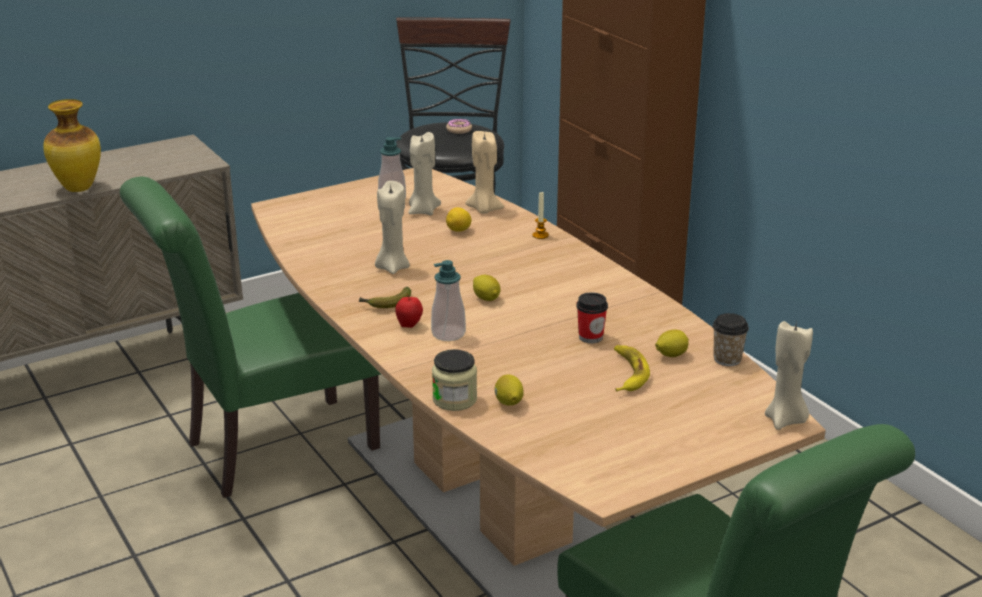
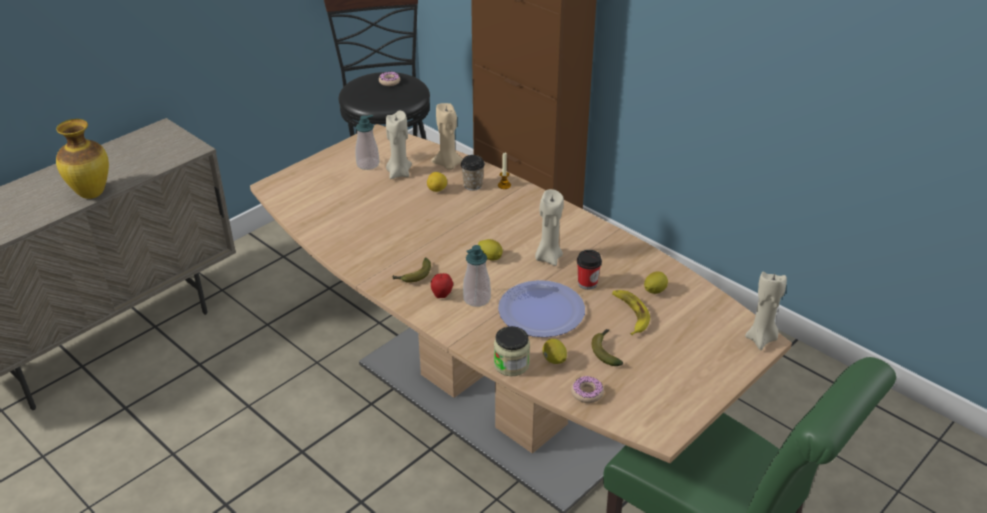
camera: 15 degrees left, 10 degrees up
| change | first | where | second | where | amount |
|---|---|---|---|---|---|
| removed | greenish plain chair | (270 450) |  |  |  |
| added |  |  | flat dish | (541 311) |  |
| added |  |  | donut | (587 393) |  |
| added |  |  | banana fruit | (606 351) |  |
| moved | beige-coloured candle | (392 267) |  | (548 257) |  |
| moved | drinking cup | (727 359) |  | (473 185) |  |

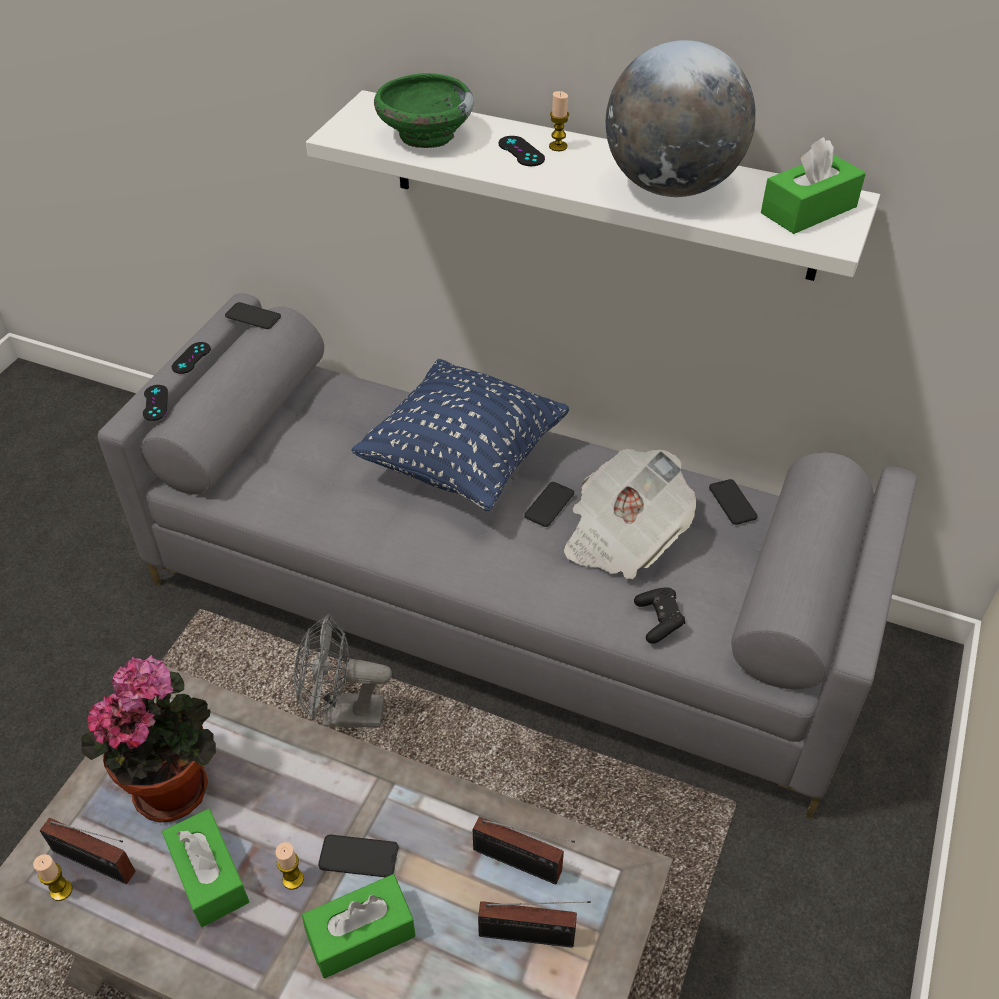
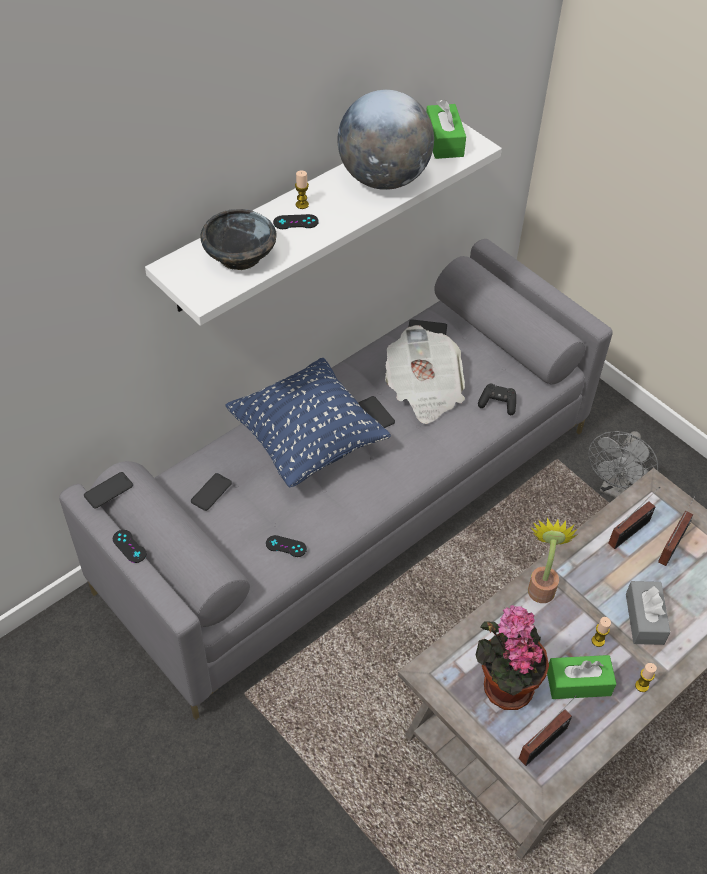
camera: 65 degrees left, 5 degrees up
| change | first | where | second | where | amount |
|---|---|---|---|---|---|
| added |  |  | houseplant | (541 586) |  |
| moved | candle | (61 890) |  | (641 686) |  |
| moved | black-coloured game controller | (155 403) |  | (286 546) |  |
| moved | grey fan | (342 714) |  | (615 488) |  |
| moved | telephone | (358 856) |  | (211 492) |  |
| recoloured | greenish tissue holder | (361 934) | grey tissue holder | (644 619) |  |
| recoloured | greenish deep dish | (425 135) | black-coloured deep dish | (239 256) |  |

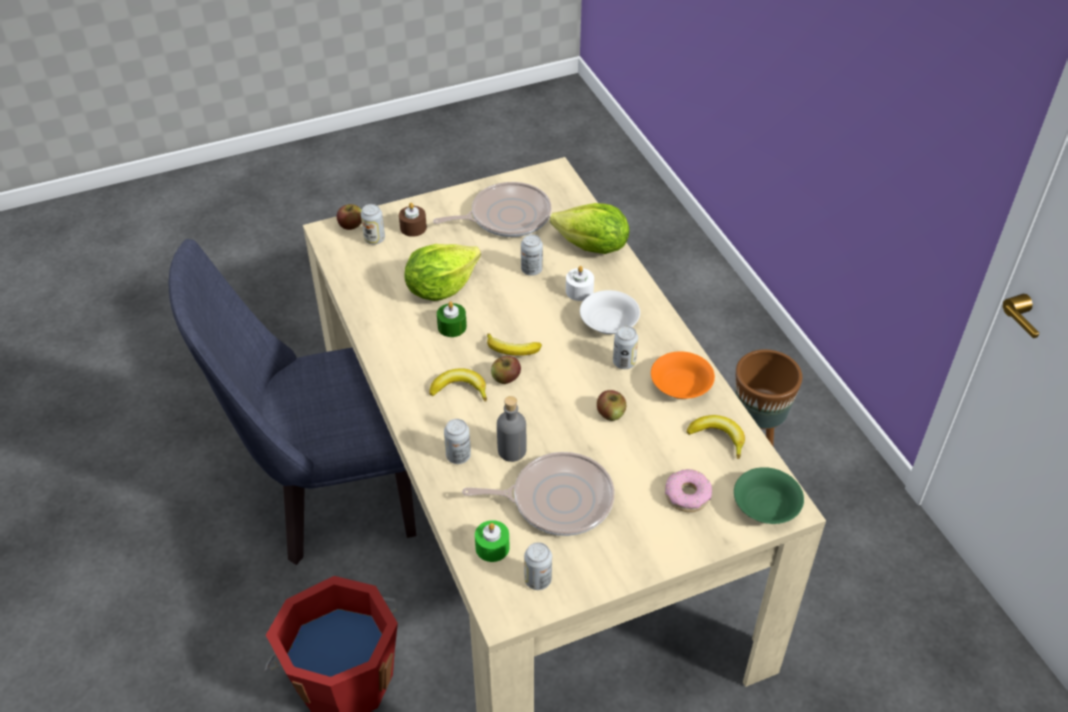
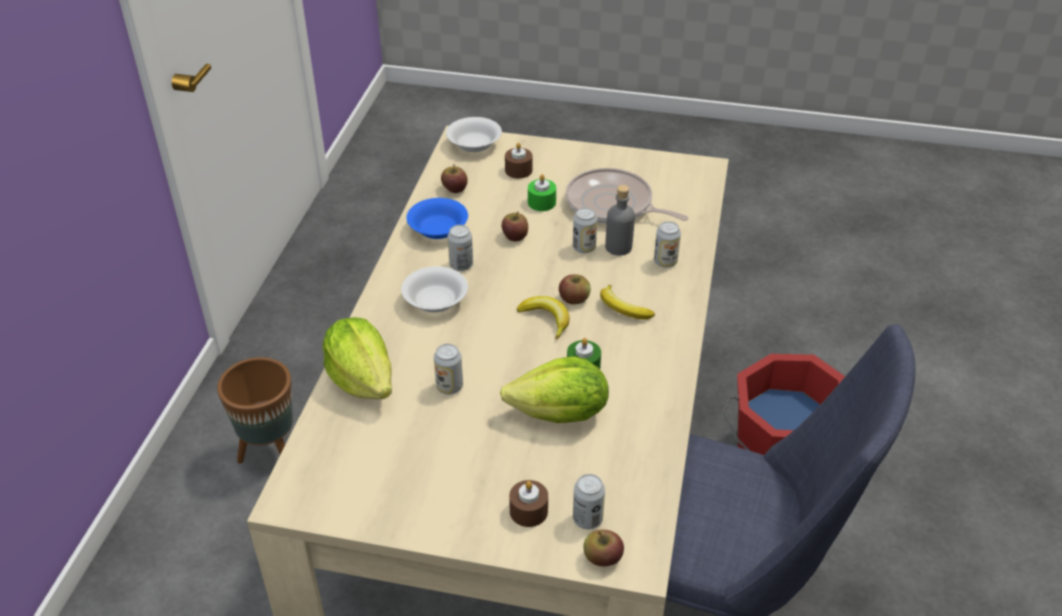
camera: 145 degrees left, 5 degrees down
| change | first | where | second | where | amount |
|---|---|---|---|---|---|
| removed | frying pan | (506 216) |  |  |  |
| removed | white candle | (579 291) |  |  |  |
| moved | greenish candle | (492 547) |  | (541 202) |  |
| moved | metal can | (538 580) |  | (584 248) |  |
| replaced | donut | (687 495) | brown-coloured candle | (518 170) |  |
| replaced | banana fruit | (718 437) | apple fruit | (454 189) |  |
| recoloured | orange deep dish | (681 387) | blue deep dish | (438 229) |  |
| recoloured | greenish deep dish | (765 506) | white deep dish | (474 145) |  |

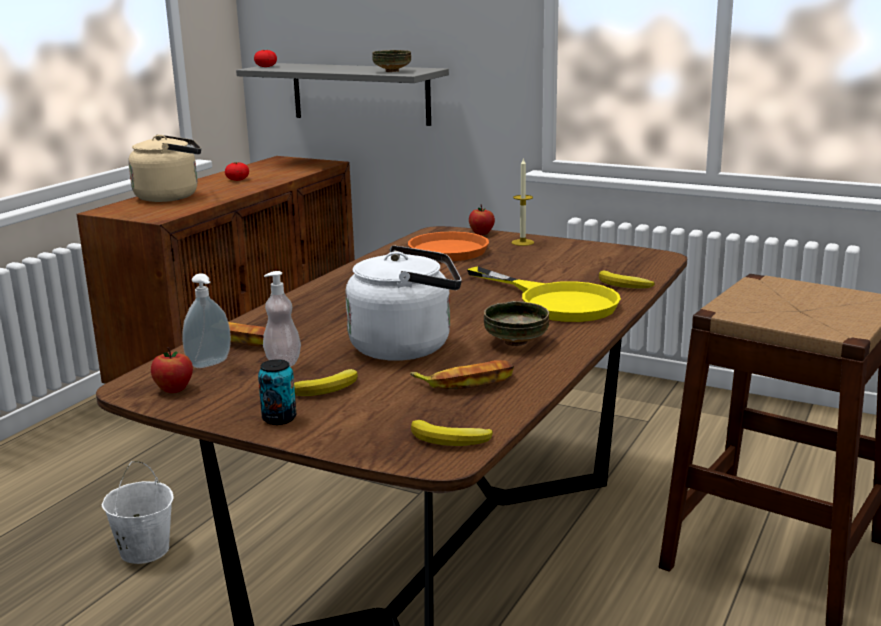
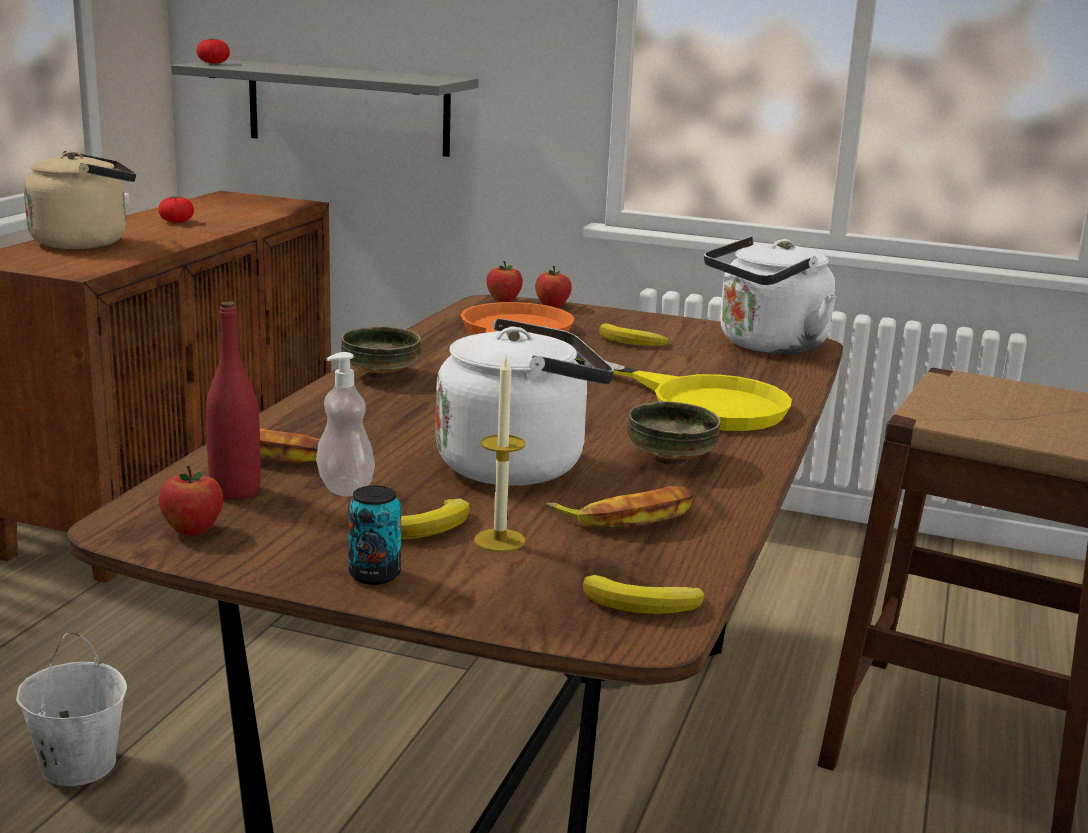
camera: 10 degrees left, 0 degrees up
| change | first | where | second | where | amount |
|---|---|---|---|---|---|
| added |  |  | apple fruit | (503 300) |  |
| added |  |  | white water kettle | (766 346) |  |
| moved | deep dish | (392 71) |  | (380 374) |  |
| moved | candle | (522 242) |  | (499 540) |  |
| moved | banana fruit | (624 285) |  | (632 342) |  |
| replaced | soap dispenser | (210 364) | reddish bottle | (235 491) |  |

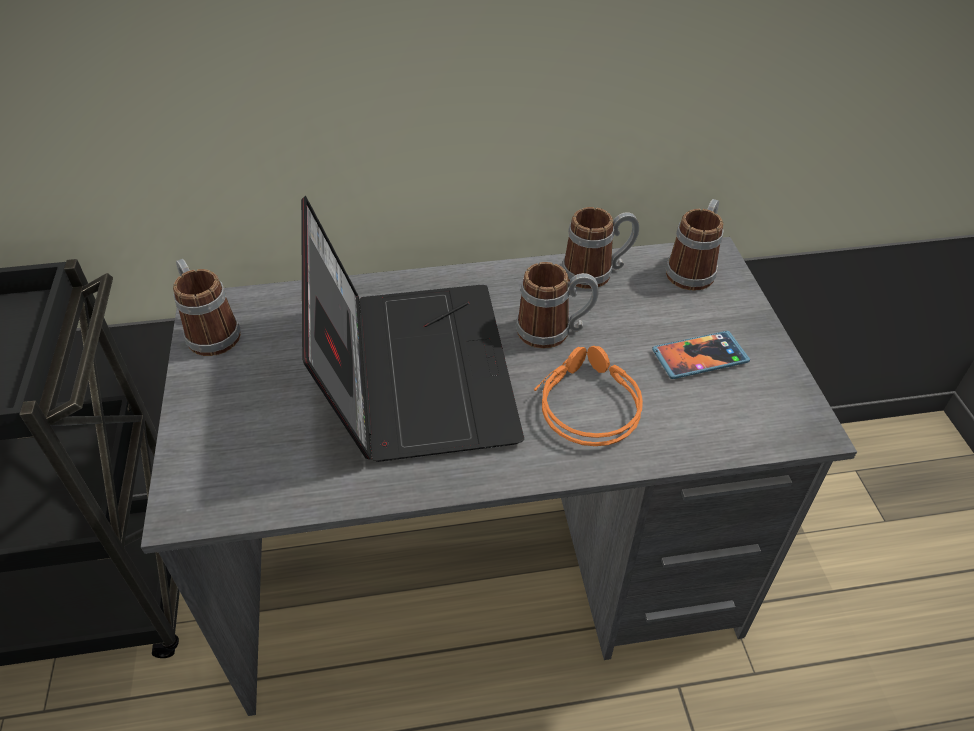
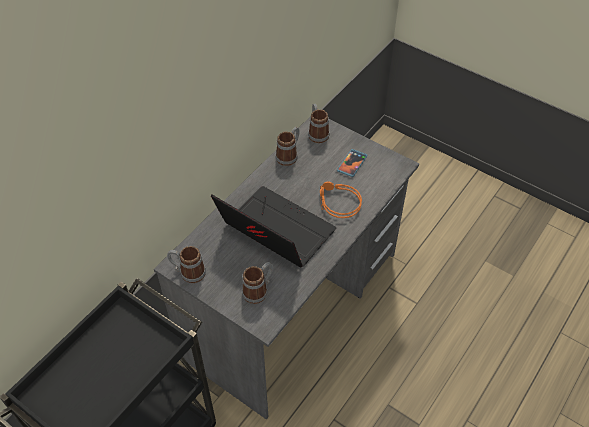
camera: 45 degrees left, 5 degrees up
| change | first | where | second | where | amount |
|---|---|---|---|---|---|
| moved | mug | (554 331) |  | (259 290) |  |

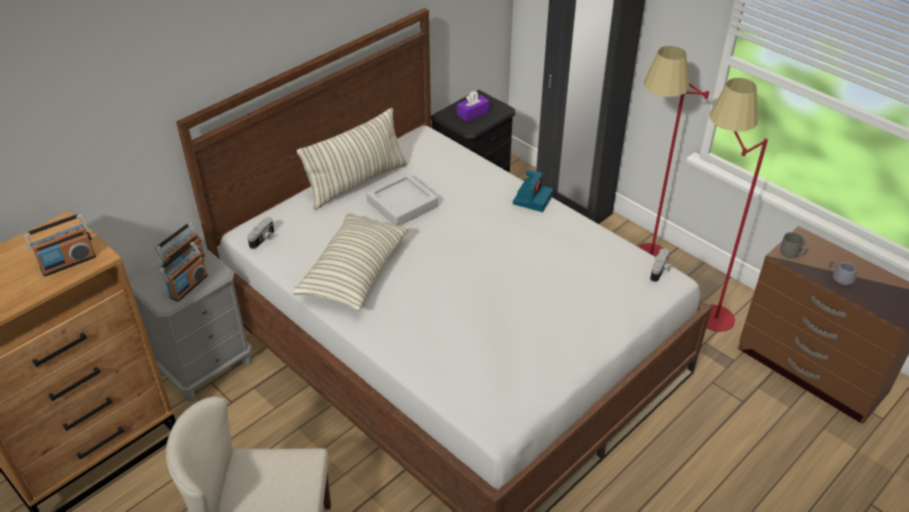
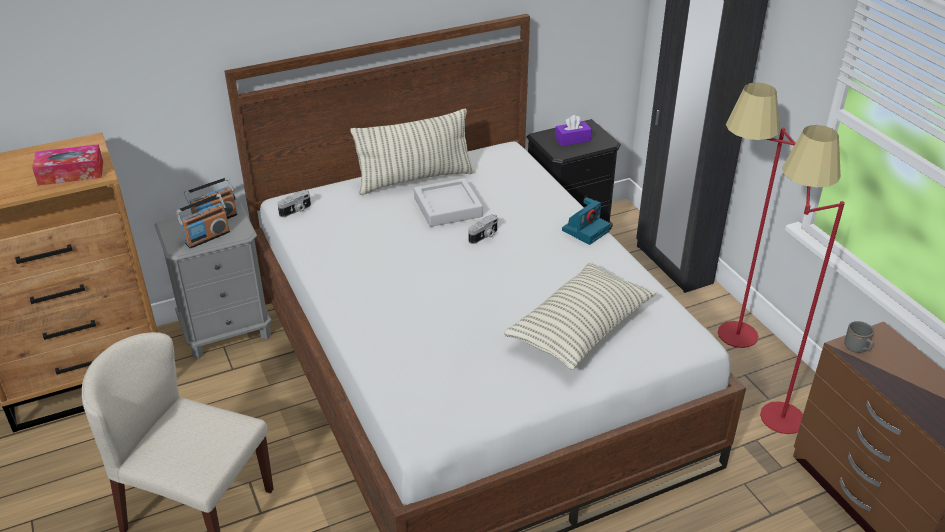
camera: 20 degrees right, 5 degrees down
| change | first | where | second | where | amount |
|---|---|---|---|---|---|
| removed | grey mug | (841 275) |  |  |  |
| moved | pillow | (354 273) |  | (580 329) |  |
| moved | still camera | (660 271) |  | (484 236) |  |
| replaced | radio receiver | (68 262) | tissue holder | (71 173) |  |

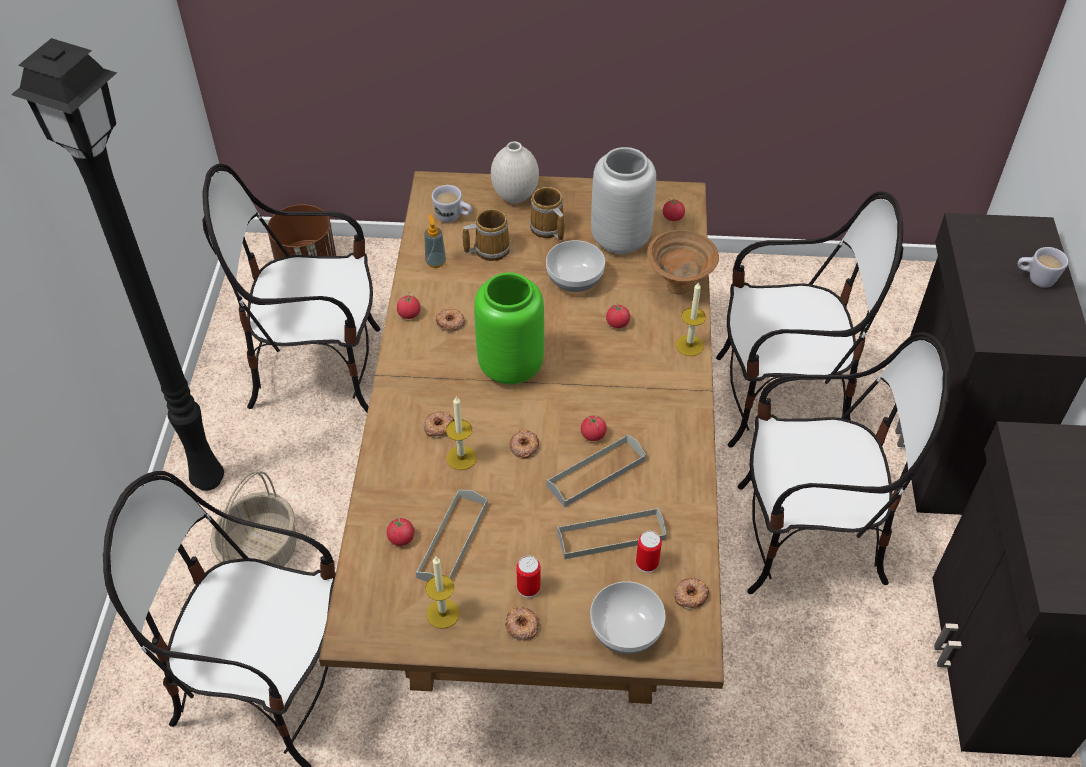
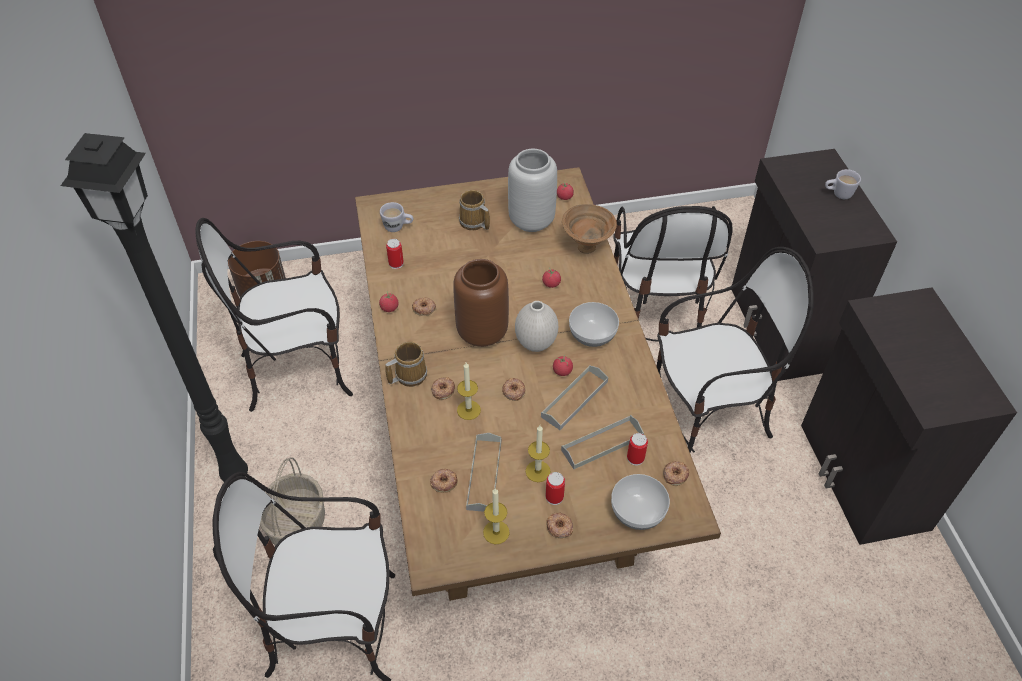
camera: 15 degrees left, 0 degrees up
| change | first | where | second | where | amount |
|---|---|---|---|---|---|
| moved | mug | (489 249) |  | (408 375) |  |
| moved | white vase | (515 196) |  | (535 344) |  |
| moved | deep dish | (574 280) |  | (591 335) |  |
| moved | candle | (689 345) |  | (538 471) |  |
| replaced | tomato | (401 538) | donut | (443 482) |  |
| replaced | soap dispenser | (435 262) | metal can | (396 264) |  |
| recoloured | greenish vase | (511 365) | brown-coloured vase | (482 332) |  |
| turned | plain chair | (781 401) |  | (656 320) | 105 degrees clockwise |

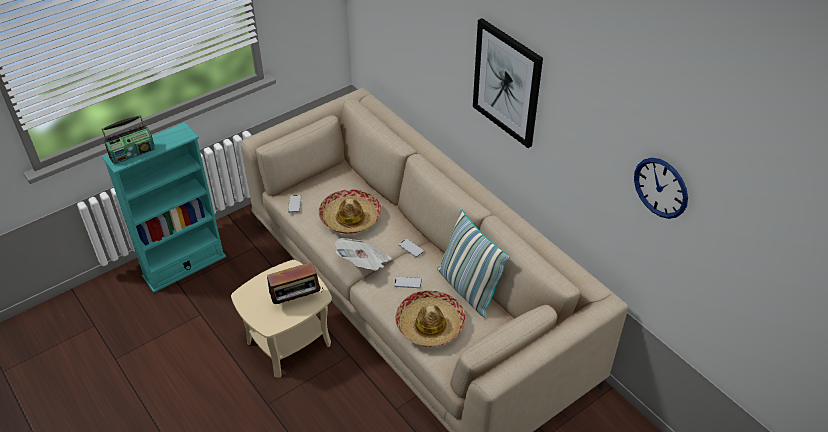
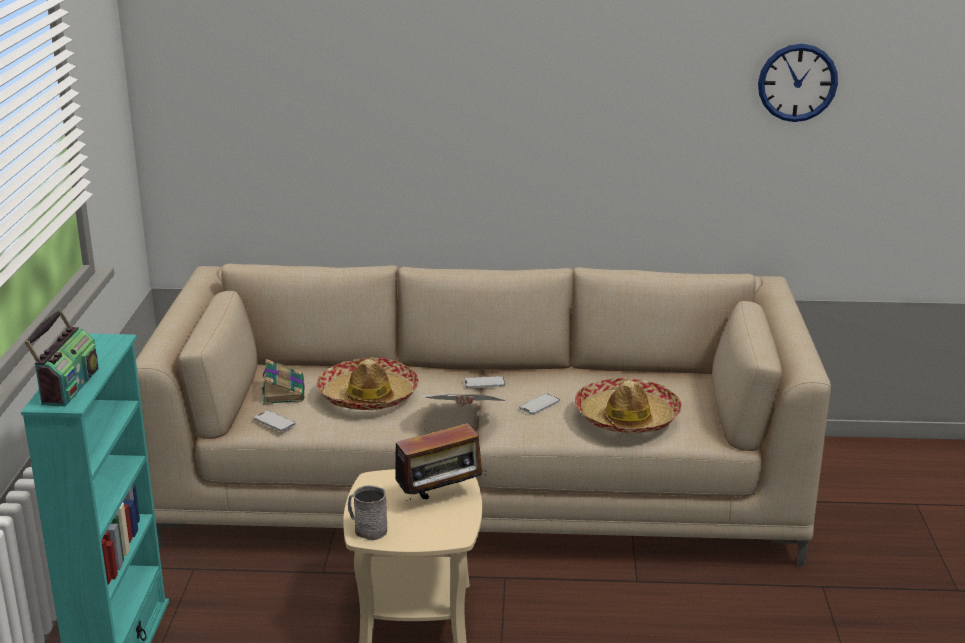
camera: 50 degrees left, 20 degrees down
| change | first | where | second | where | amount |
|---|---|---|---|---|---|
| removed | pillow | (467 289) |  |  |  |
| removed | wall picture | (507 83) |  |  |  |
| added |  |  | bound book | (283 391) |  |
| added |  |  | grey mug | (367 529) |  |
| turned | radio receiver | (297 301) |  | (440 499) | 45 degrees clockwise |

